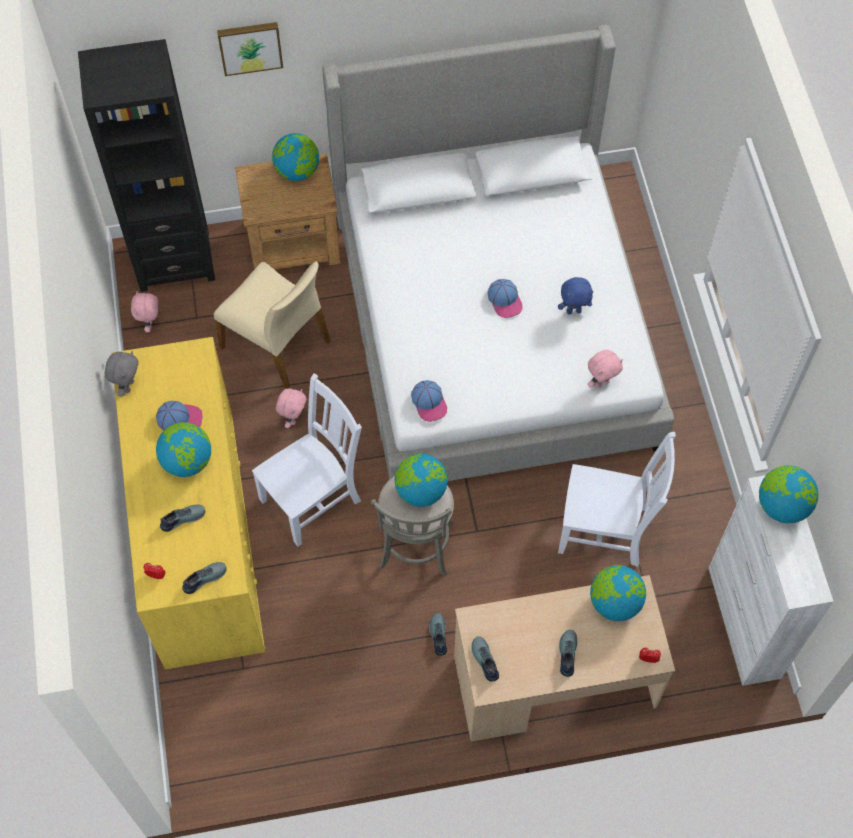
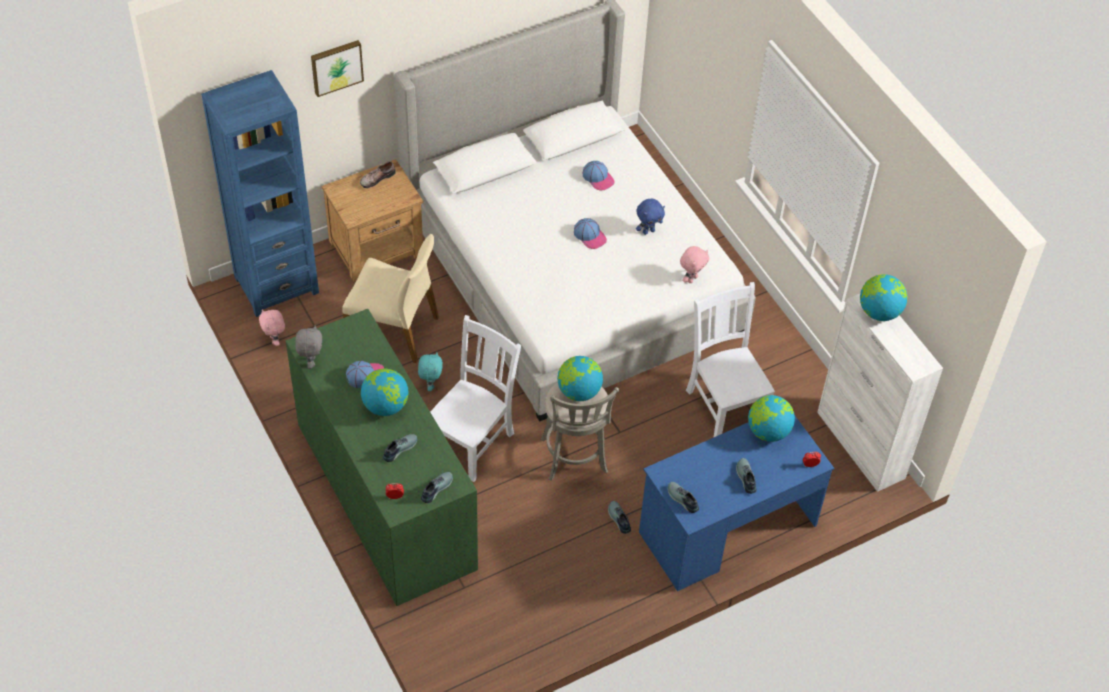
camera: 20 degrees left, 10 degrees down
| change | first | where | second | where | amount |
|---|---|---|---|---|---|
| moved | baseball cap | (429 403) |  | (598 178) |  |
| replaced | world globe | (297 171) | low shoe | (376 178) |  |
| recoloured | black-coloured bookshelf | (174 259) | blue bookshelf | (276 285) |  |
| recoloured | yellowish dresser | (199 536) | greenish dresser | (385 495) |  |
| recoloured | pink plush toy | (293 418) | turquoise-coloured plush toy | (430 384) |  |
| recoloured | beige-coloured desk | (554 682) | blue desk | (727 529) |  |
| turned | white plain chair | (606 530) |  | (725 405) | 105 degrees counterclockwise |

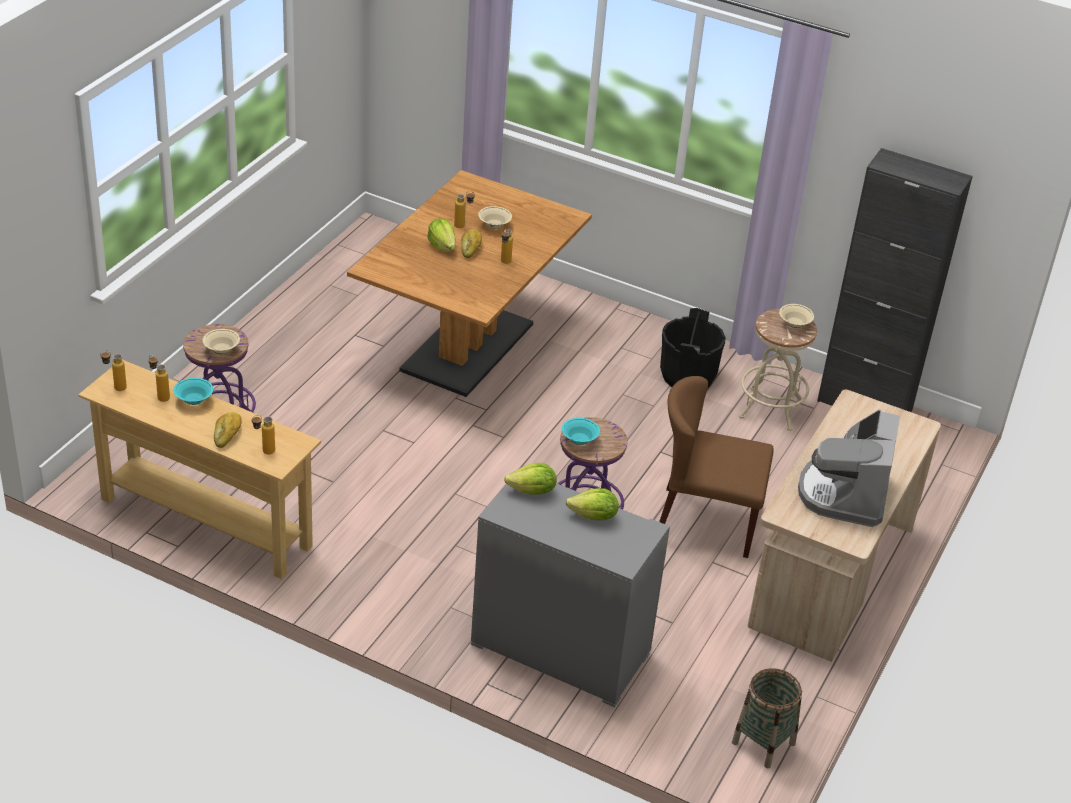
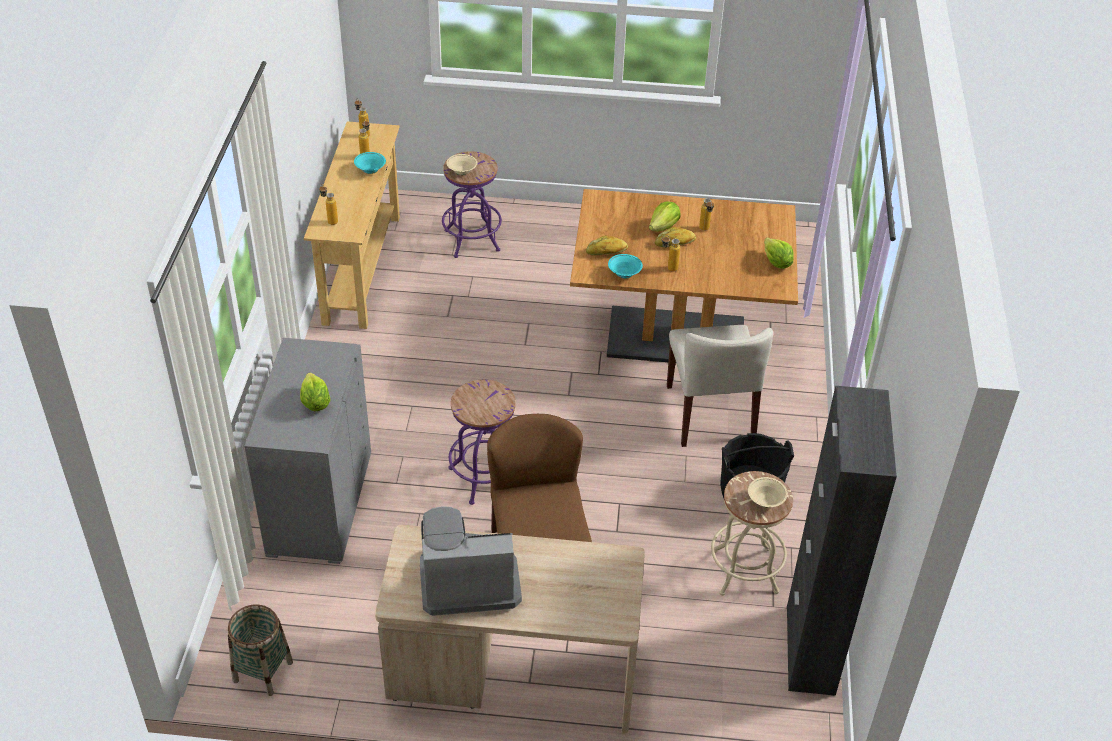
camera: 70 degrees right, 5 degrees up
| change | first | where | second | where | amount |
|---|---|---|---|---|---|
| removed | beige-coloured deep dish | (494 226) |  |  |  |
| added |  |  | beige-coloured plain chair | (710 413) |  |
| moved | bread | (227 434) |  | (606 252) |  |
| moved | lettuce head | (532 491) |  | (776 263) |  |
| moved | turquoise-coloured deep dish | (579 441) |  | (624 275) |  |

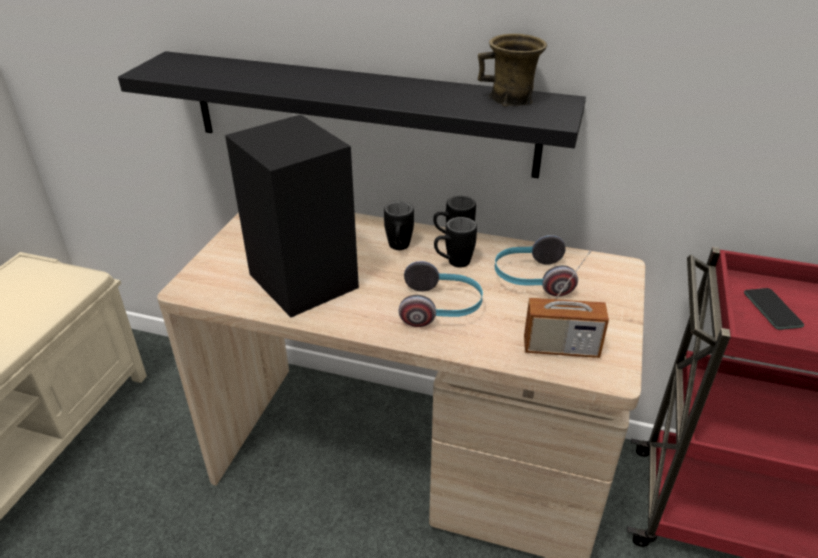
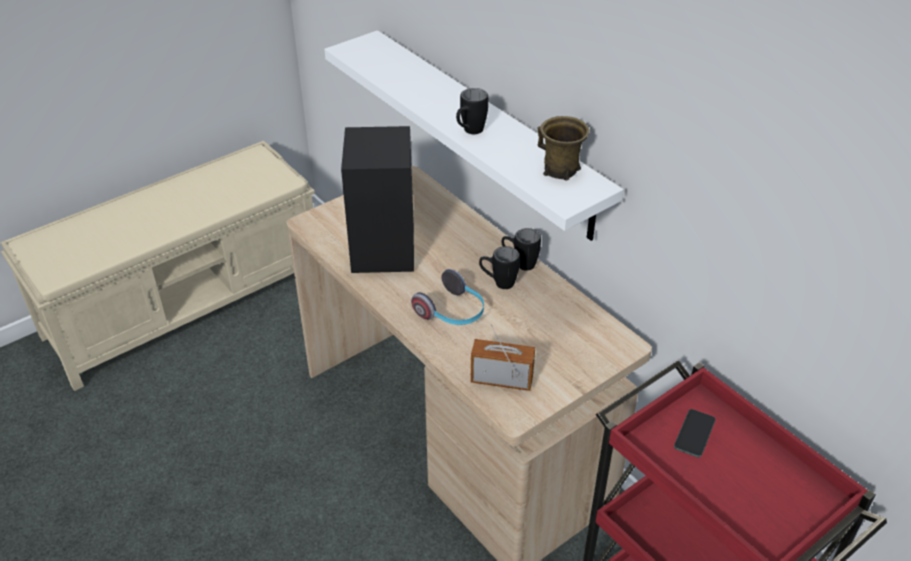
camera: 35 degrees right, 5 degrees up
| change | first | where | second | where | amount |
|---|---|---|---|---|---|
| removed | headphones | (531 279) |  |  |  |
| moved | black-coloured mug | (398 248) |  | (469 132) |  |
| recoloured | black-coloured shelf | (361 113) | white shelf | (485 132) |  |
| turned | radio receiver | (560 348) |  | (501 380) | 150 degrees clockwise |

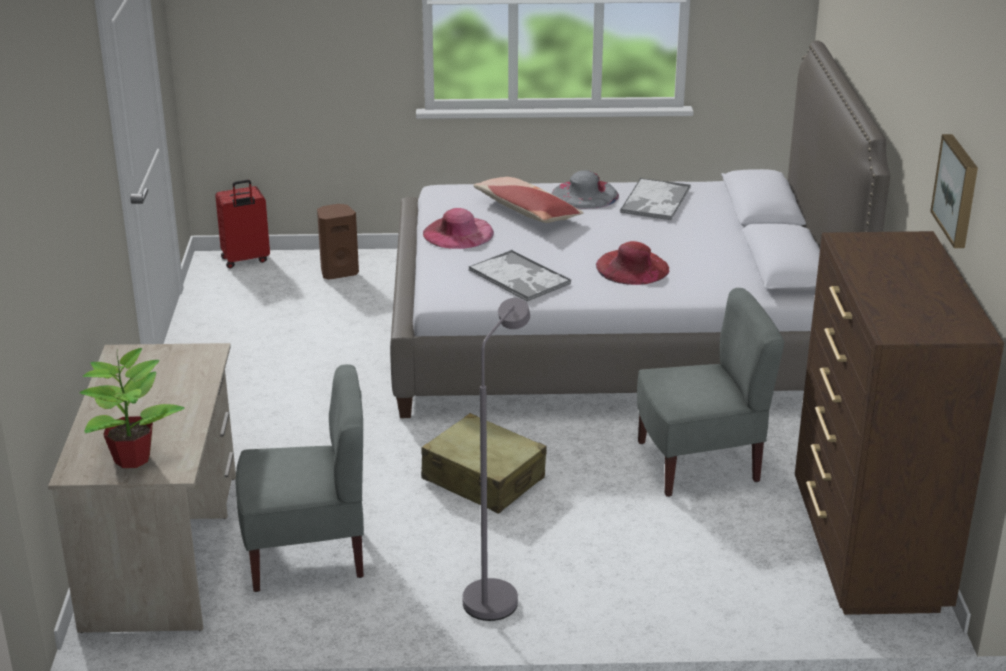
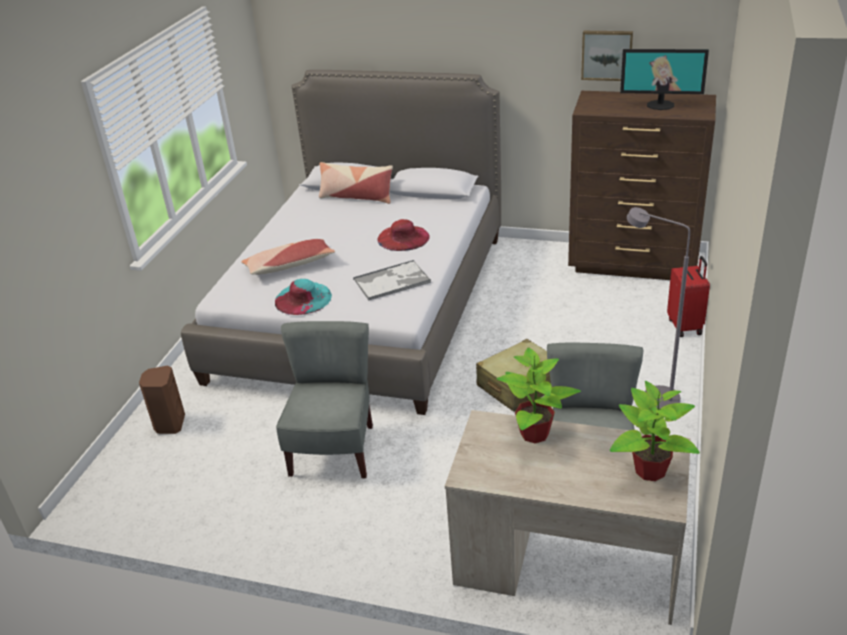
camera: 70 degrees left, 5 degrees up
| change | first | where | second | where | amount |
|---|---|---|---|---|---|
| removed | grey clothing hat | (585 194) |  |  |  |
| removed | carrying tray | (655 201) |  |  |  |
| added |  |  | pillow | (356 197) |  |
| added |  |  | houseplant | (535 434) |  |
| added |  |  | computer screen | (660 105) |  |
| moved | reddish travel case | (245 260) |  | (685 326) |  |
| moved | grey plain chair | (699 463) |  | (334 450) |  |
| recoloured | pink clothing hat | (458 233) | turquoise-coloured clothing hat | (303 298) |  |

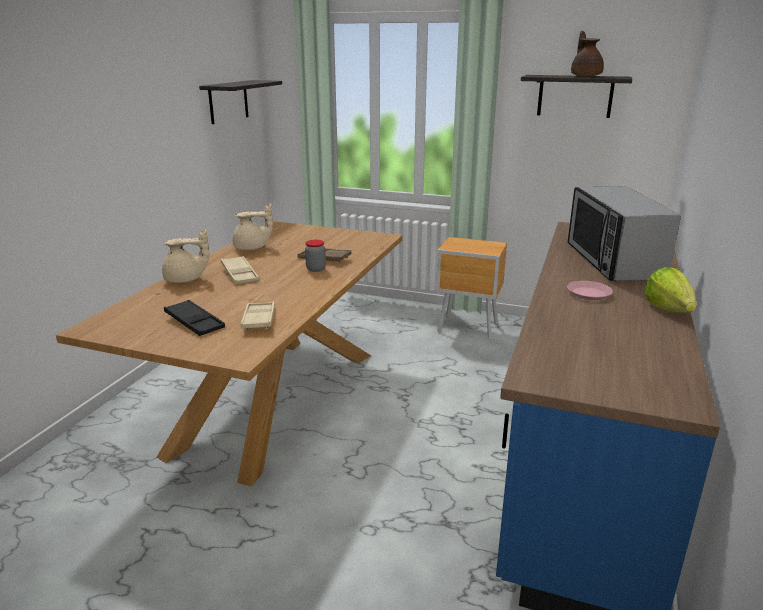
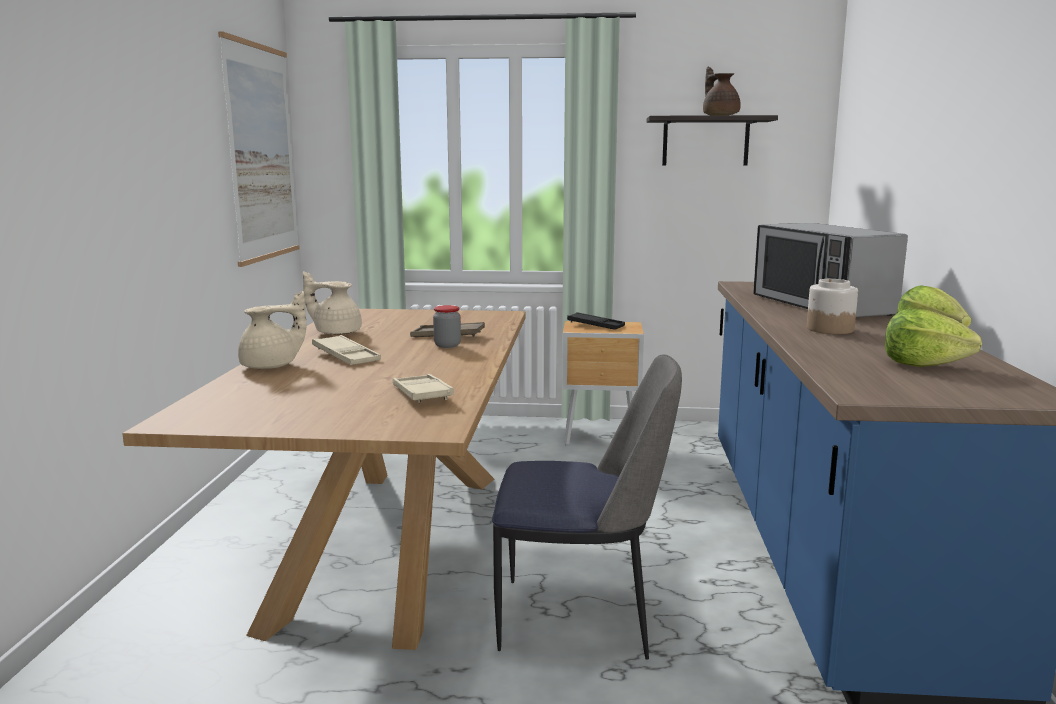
camera: 15 degrees left, 10 degrees down
| change | first | where | second | where | amount |
|---|---|---|---|---|---|
| added |  |  | plain chair | (581 617) |  |
| added |  |  | lettuce head | (923 364) |  |
| moved | black-coloured carrying tray | (194 322) |  | (595 325) |  |
| replaced | shelf | (228 101) | wall picture | (261 153) |  |
| replaced | pink flat dish | (588 294) | storage jar | (829 329) |  |
| turned | beige-coloured tea pot | (252 248) |  | (336 332) | 135 degrees counterclockwise |

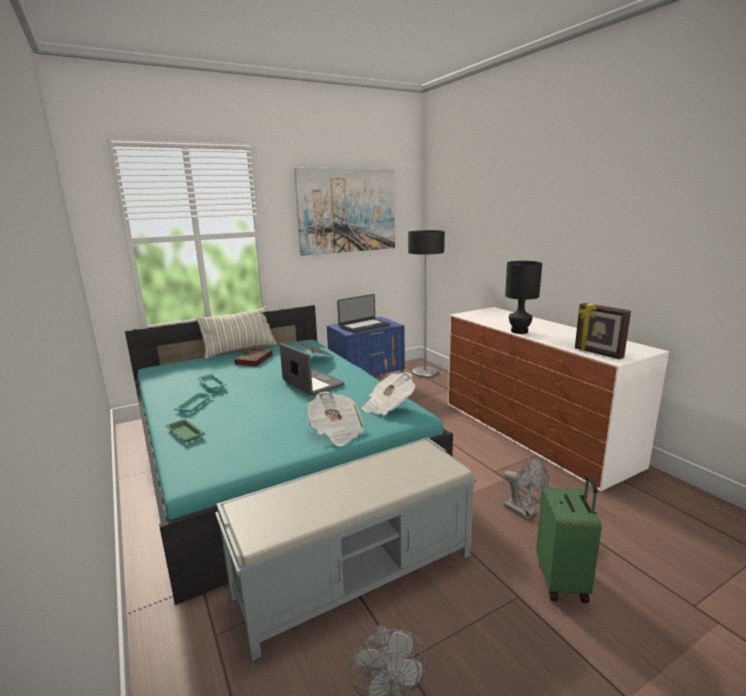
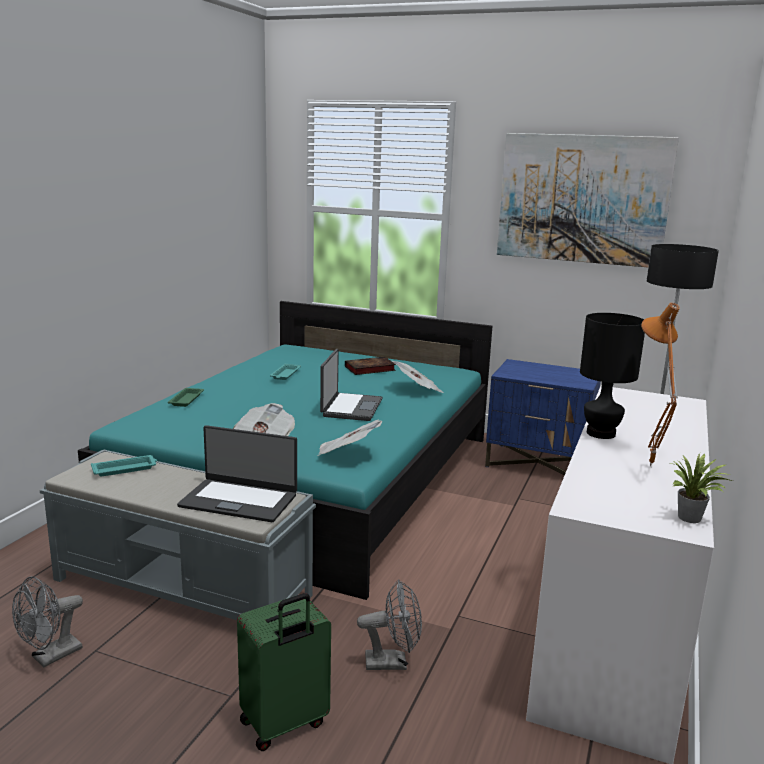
camera: 50 degrees right, 0 degrees up
| change | first | where | second | where | amount |
|---|---|---|---|---|---|
| removed | pillow | (240 350) |  |  |  |
| removed | photo frame | (598 353) |  |  |  |
| added |  |  | orange tabletop lamp | (647 466) |  |
| added |  |  | houseplant | (691 519) |  |
| moved | turquoise-coloured carrying tray | (195 404) |  | (125 469) |  |
| moved | notebook computer | (364 326) |  | (239 500) |  |
| turned | grey fan | (524 512) |  | (393 662) | 105 degrees counterclockwise |

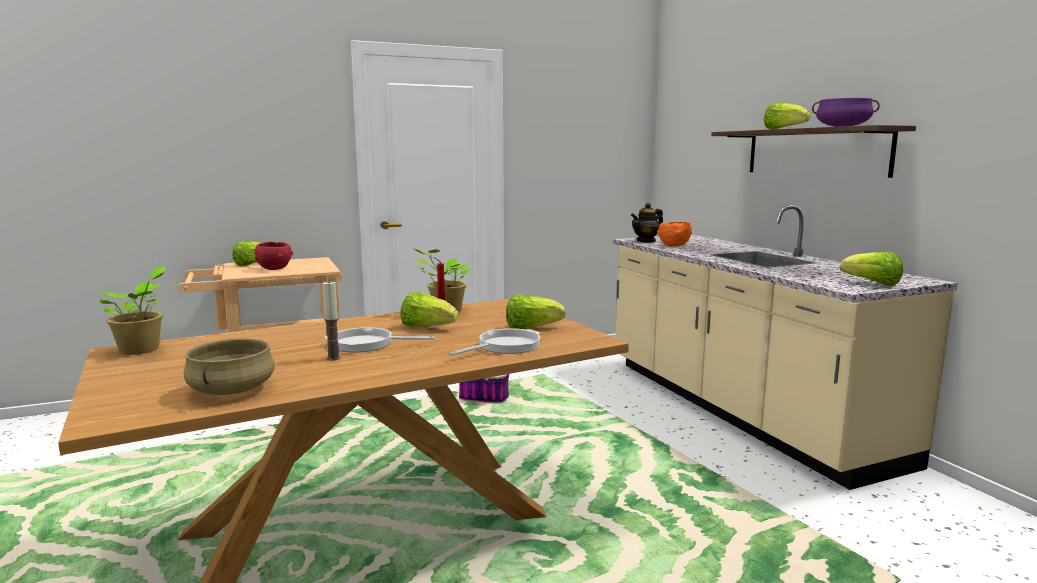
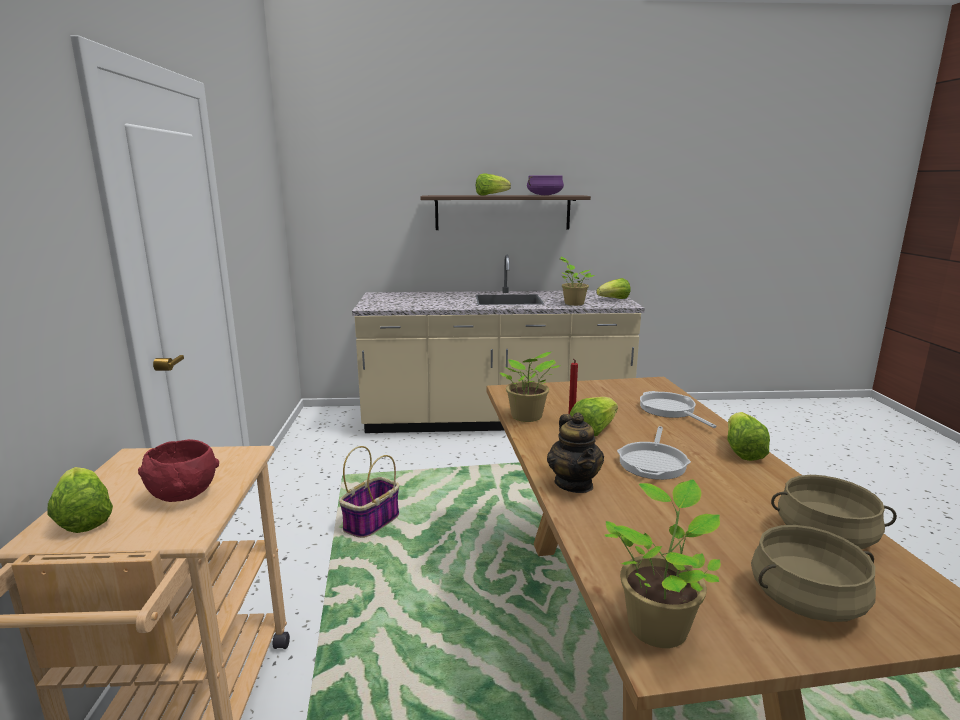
camera: 70 degrees left, 5 degrees up
| change | first | where | second | where | amount |
|---|---|---|---|---|---|
| removed | candle | (333 358) |  |  |  |
| removed | orange deep dish | (674 246) |  |  |  |
| added |  |  | houseplant | (573 303) |  |
| added |  |  | beige-coloured saucepot | (806 601) |  |
| moved | lettuce head | (531 328) |  | (742 451) |  |
| moved | tea pot | (646 241) |  | (574 484) |  |

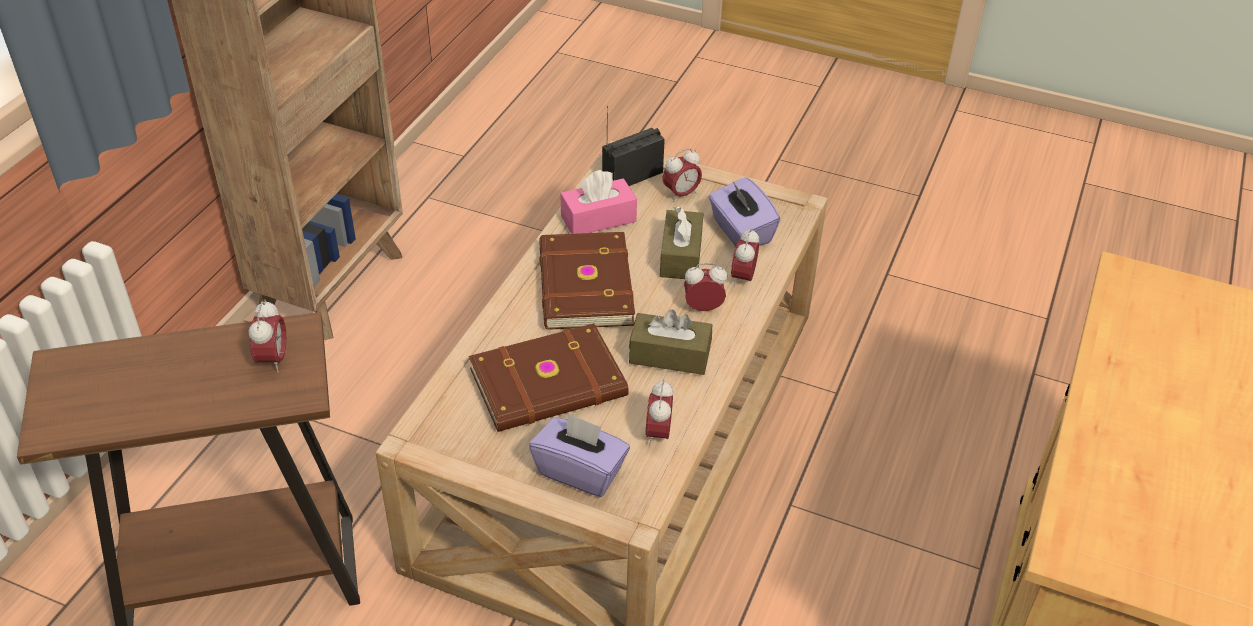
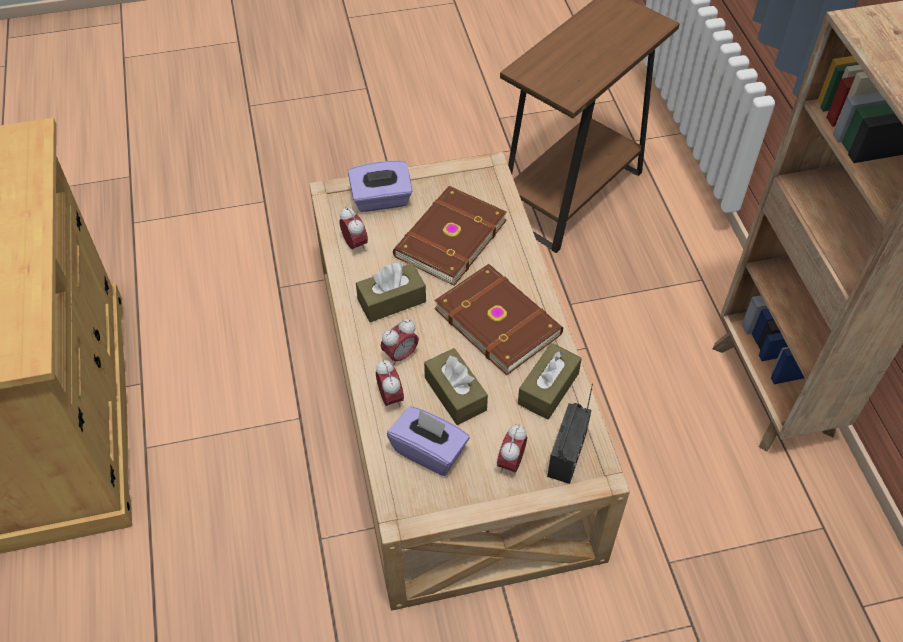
camera: 145 degrees right, 10 degrees up
| change | first | where | second | where | amount |
|---|---|---|---|---|---|
| removed | alarm clock | (273 360) |  |  |  |
| recoloured | pink tissue holder | (598 219) | brown-coloured tissue holder | (548 388) |  |

